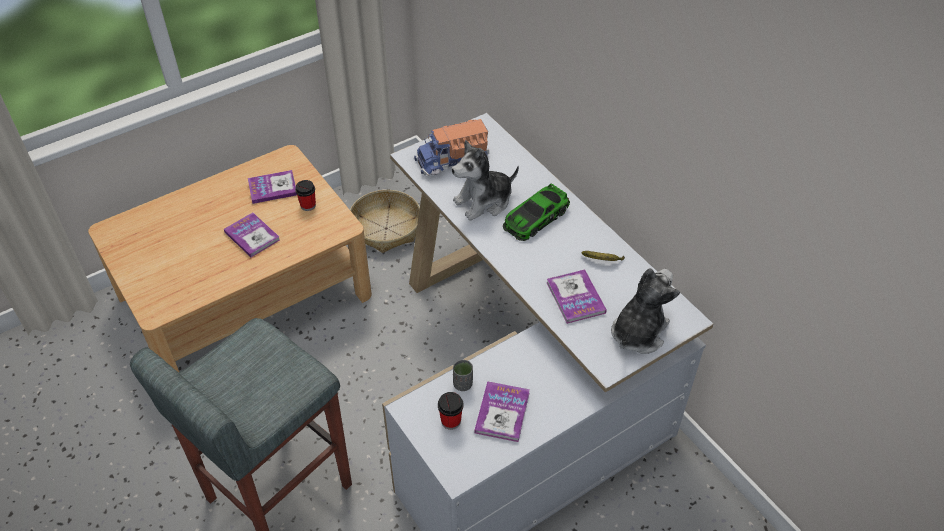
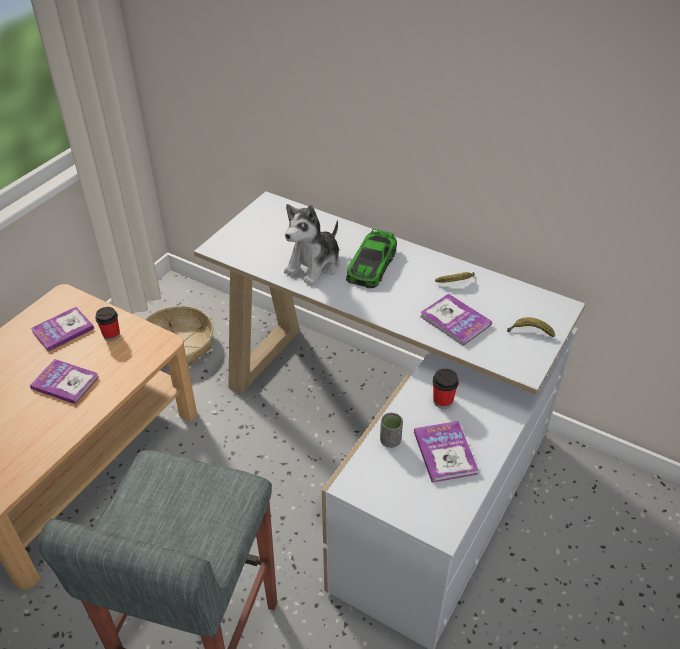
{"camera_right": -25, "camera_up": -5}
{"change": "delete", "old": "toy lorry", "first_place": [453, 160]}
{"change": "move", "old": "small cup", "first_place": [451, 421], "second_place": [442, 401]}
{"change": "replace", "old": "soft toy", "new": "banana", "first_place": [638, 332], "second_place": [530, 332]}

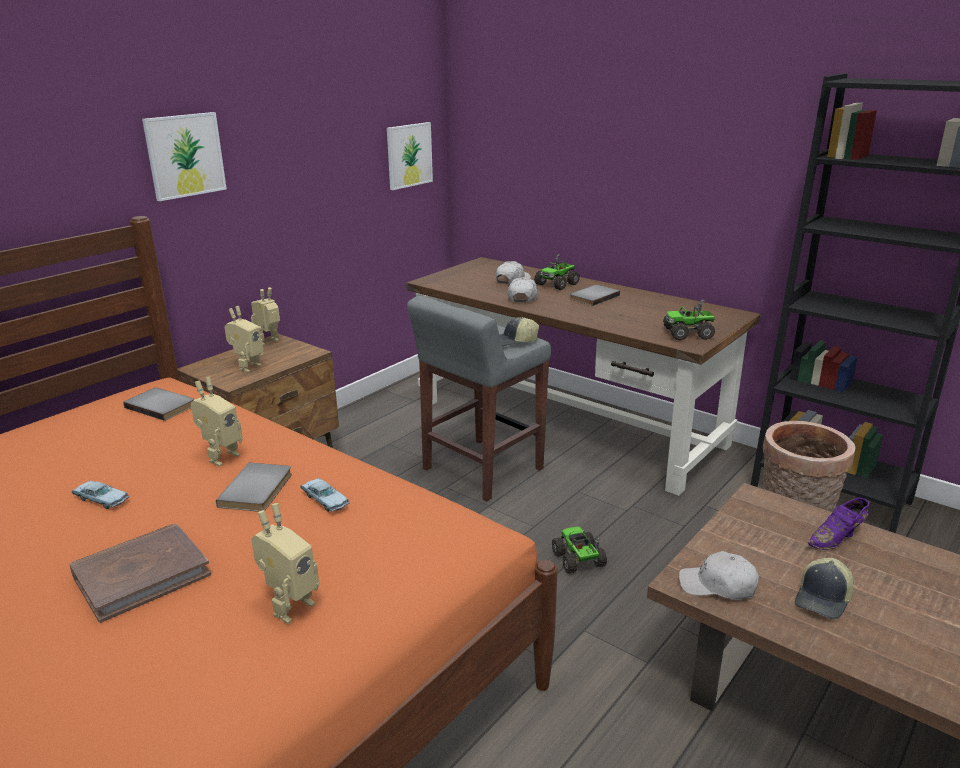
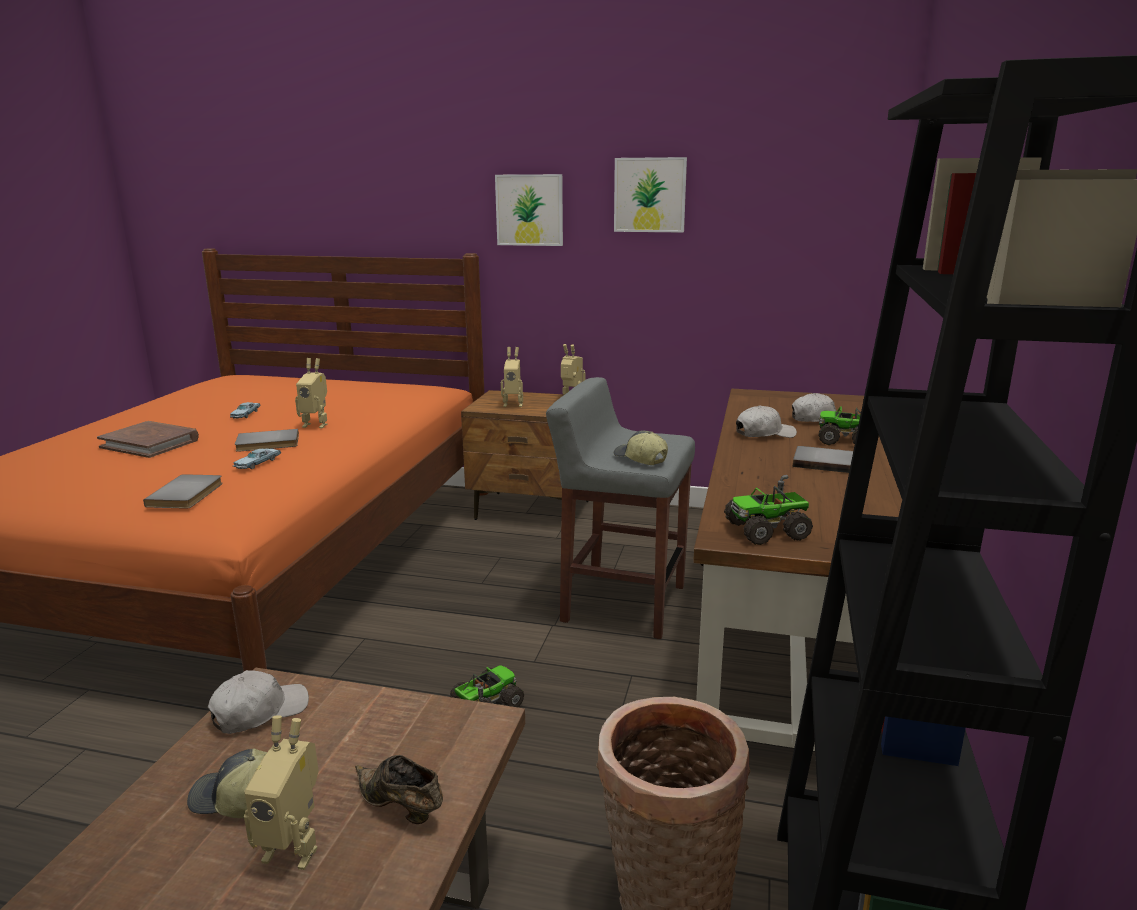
{"camera_right": 65, "camera_up": -5}
{"change": "move", "old": "greyish bound book", "first_place": [162, 406], "second_place": [188, 494]}
{"change": "move", "old": "robot figure", "first_place": [289, 607], "second_place": [294, 848]}
{"change": "move", "old": "wall picture", "first_place": [409, 155], "second_place": [650, 195]}
{"change": "rotate", "old": "toy lorry", "first_place": [688, 334], "second_place": [768, 530], "degrees": -75}
{"change": "rotate", "old": "white cap", "first_place": [718, 586], "second_place": [259, 712], "degrees": 60}
{"change": "recolor", "old": "purple-coloured low shoe", "new": "brownish low shoe", "first_place": [837, 538], "second_place": [400, 807]}

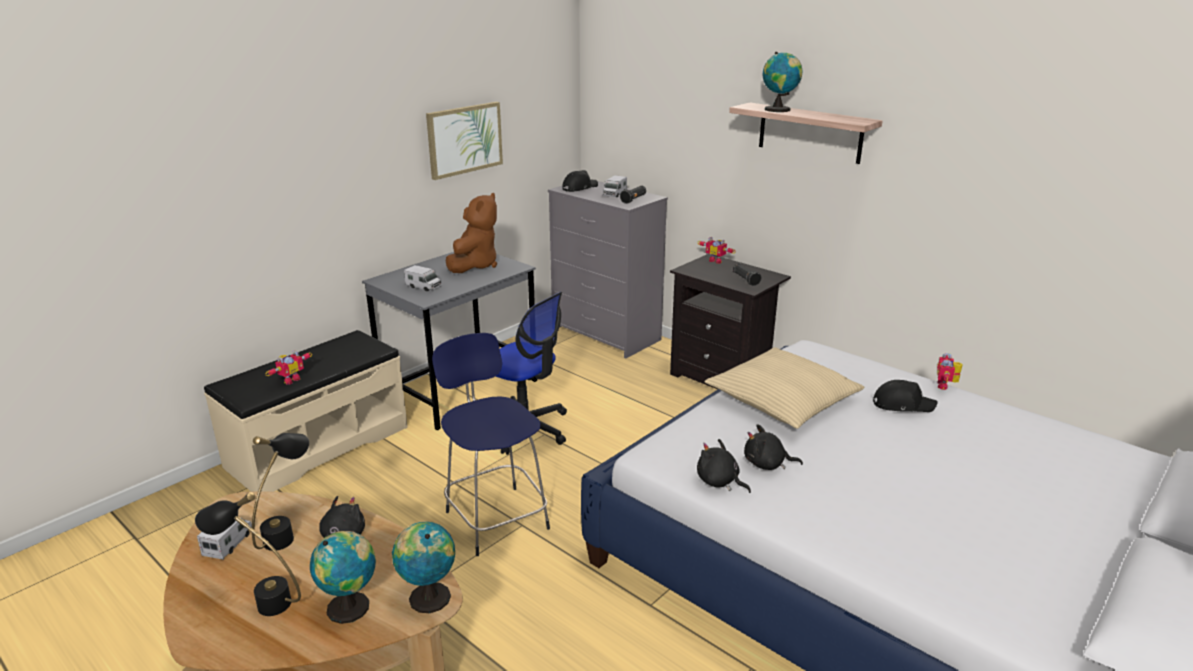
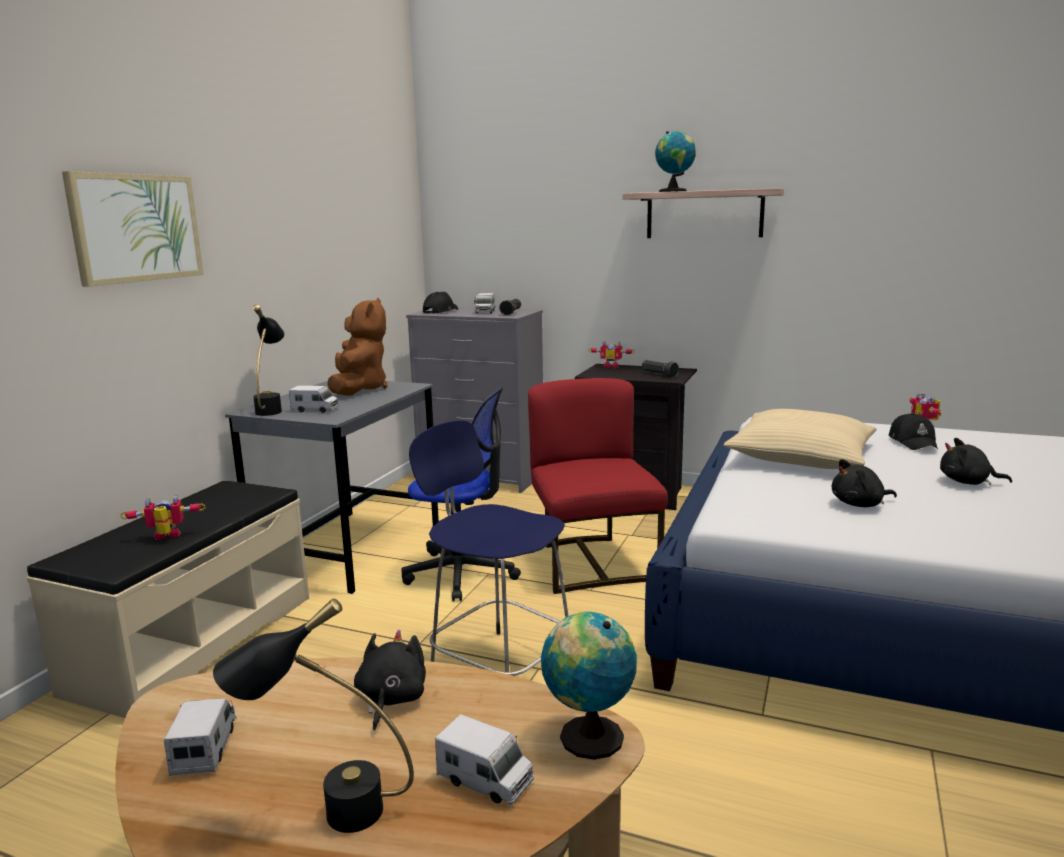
{"camera_right": -20, "camera_up": -10}
{"change": "move", "old": "black-coloured table lamp", "first_place": [287, 532], "second_place": [272, 409]}
{"change": "rotate", "old": "robot figure", "first_place": [290, 379], "second_place": [166, 538], "degrees": -120}
{"change": "replace", "old": "desk globe", "new": "toy lorry", "first_place": [351, 606], "second_place": [485, 780]}
{"change": "move", "old": "wall picture", "first_place": [464, 139], "second_place": [136, 228]}
{"change": "move", "old": "black-coloured soft toy", "first_place": [719, 482], "second_place": [968, 482]}
{"change": "rotate", "old": "black-coloured cap", "first_place": [902, 404], "second_place": [913, 442], "degrees": 105}
{"change": "insert", "new": "reddish plain chair", "second_place": [593, 563]}

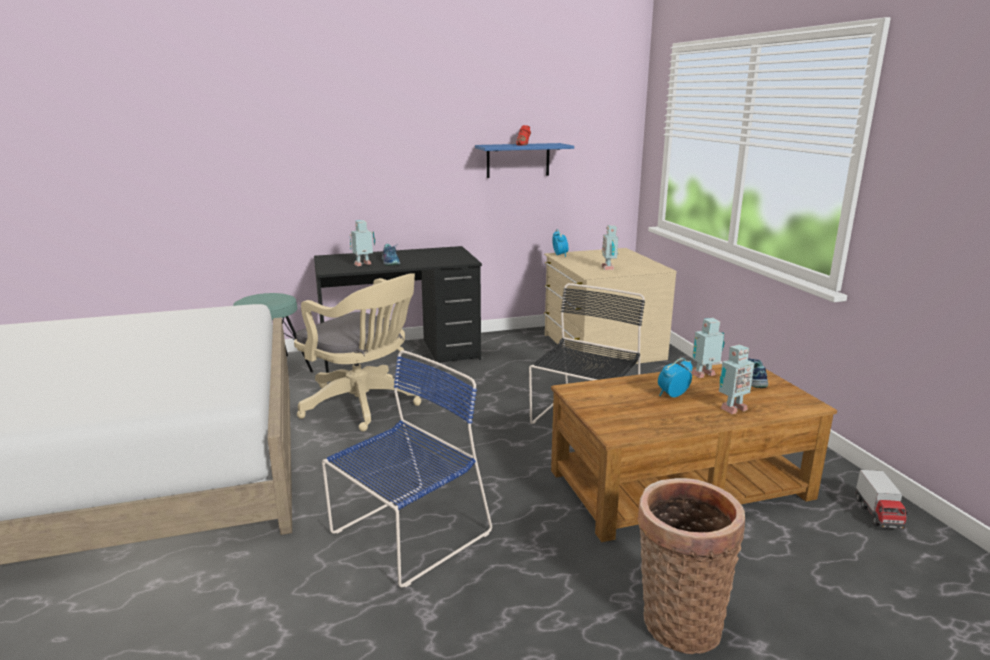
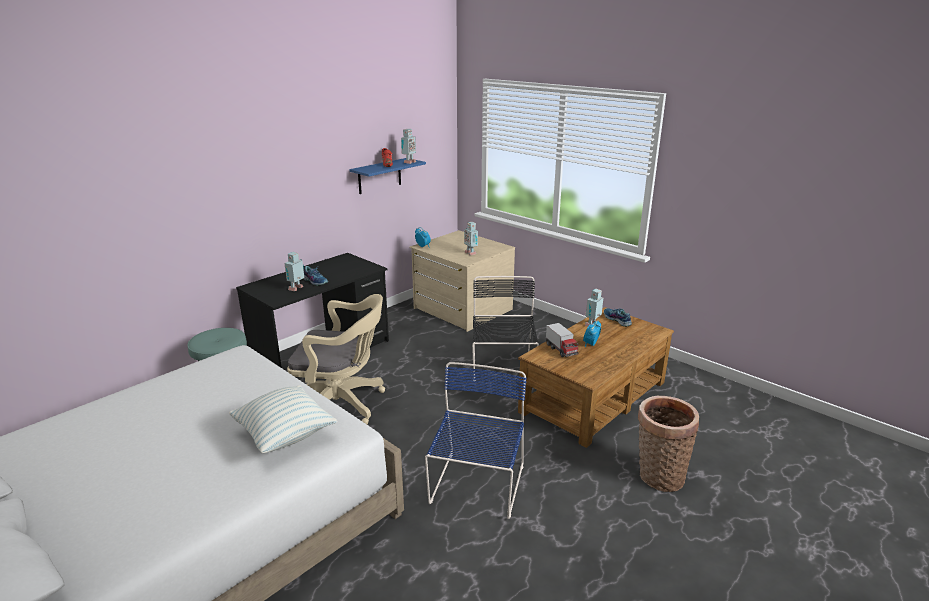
{"camera_right": -30, "camera_up": 5}
{"change": "move", "old": "robot figure", "first_place": [731, 409], "second_place": [408, 162]}
{"change": "move", "old": "toy lorry", "first_place": [878, 514], "second_place": [561, 350]}
{"change": "insert", "new": "pillow", "second_place": [285, 435]}

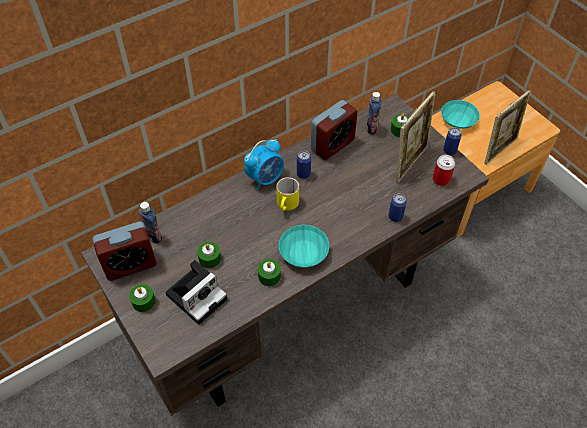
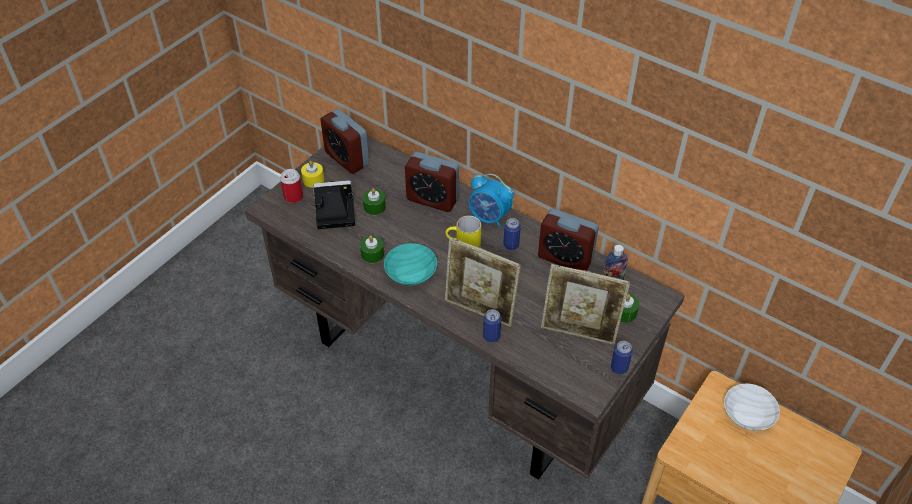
{"camera_right": 70, "camera_up": -5}
{"change": "recolor", "old": "green candle", "new": "yellowish candle", "first_place": [143, 301], "second_place": [313, 180]}
{"change": "delete", "old": "drink bottle", "first_place": [154, 236]}
{"change": "rotate", "old": "photo camera", "first_place": [197, 295], "second_place": [333, 211], "degrees": 150}
{"change": "move", "old": "metal can", "first_place": [441, 179], "second_place": [293, 197]}
{"change": "recolor", "old": "turquoise-coloured serving bowl", "new": "white serving bowl", "first_place": [458, 121], "second_place": [747, 413]}
{"change": "move", "old": "picture frame", "first_place": [499, 149], "second_place": [480, 310]}
{"change": "insert", "new": "alarm clock", "second_place": [432, 199]}

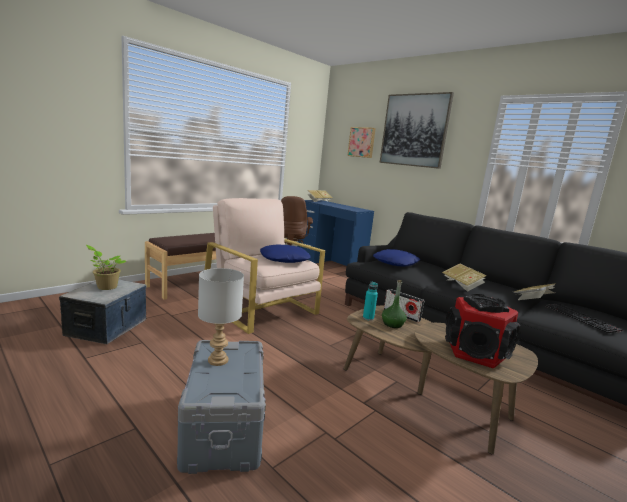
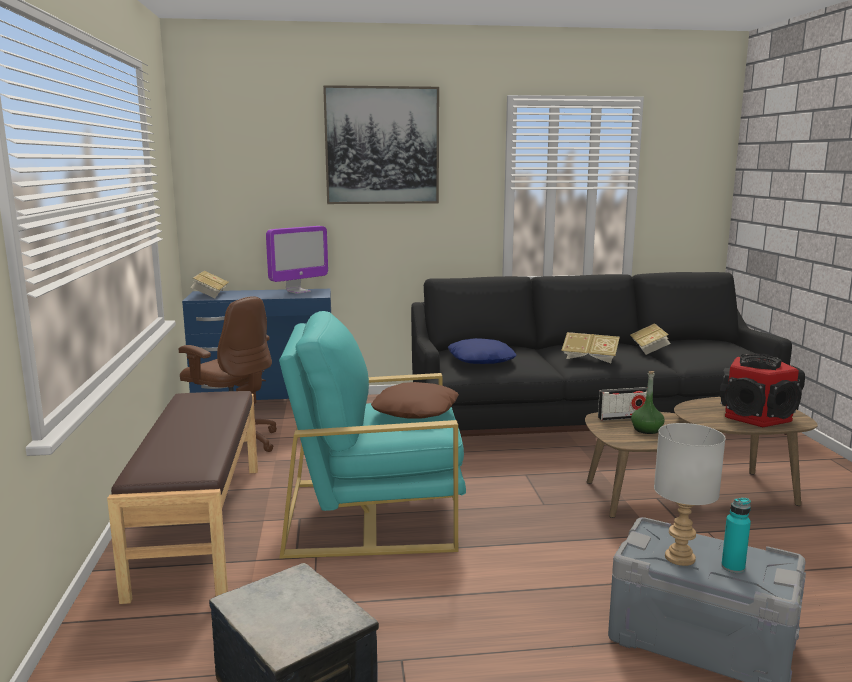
{"camera_right": -50, "camera_up": 0}
{"change": "delete", "old": "potted plant", "first_place": [105, 287]}
{"change": "recolor", "old": "beige-coloured armchair", "new": "turquoise-coloured armchair", "first_place": [260, 307], "second_place": [372, 514]}
{"change": "recolor", "old": "blue-coloured pillow", "new": "brownish pillow", "first_place": [284, 259], "second_place": [414, 410]}
{"change": "delete", "old": "wall picture", "first_place": [362, 142]}
{"change": "move", "old": "turquoise-coloured drink bottle", "first_place": [368, 318], "second_place": [733, 567]}
{"change": "delete", "old": "computer keyboard", "first_place": [582, 318]}
{"change": "insert", "new": "computer screen", "second_place": [298, 291]}

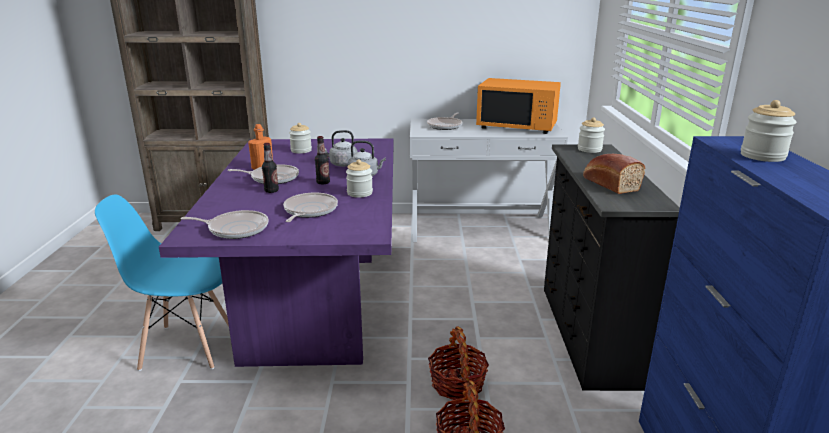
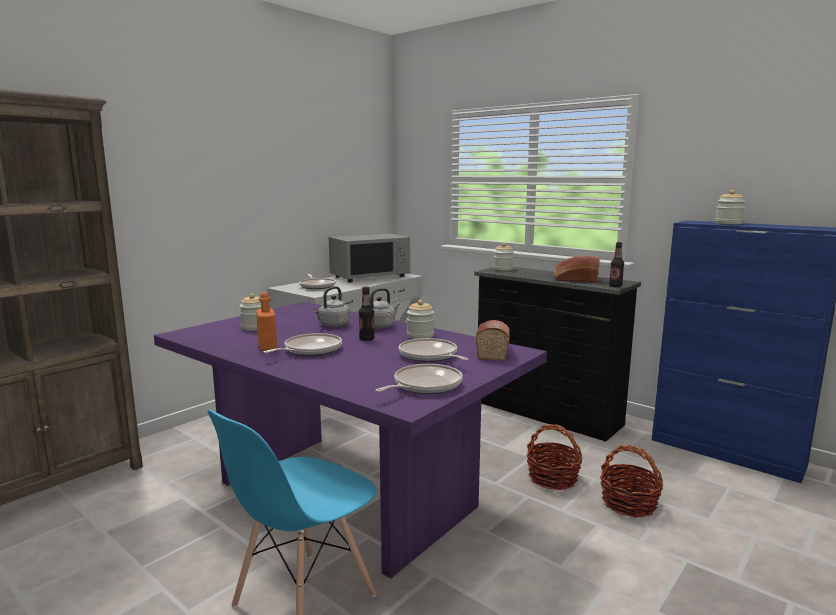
{"camera_right": -50, "camera_up": -10}
{"change": "move", "old": "drink bottle", "first_place": [271, 191], "second_place": [615, 286]}
{"change": "recolor", "old": "orangey kitchen microwave", "new": "greyish kitchen microwave", "first_place": [517, 126], "second_place": [370, 276]}
{"change": "insert", "new": "baked bread", "second_place": [493, 351]}

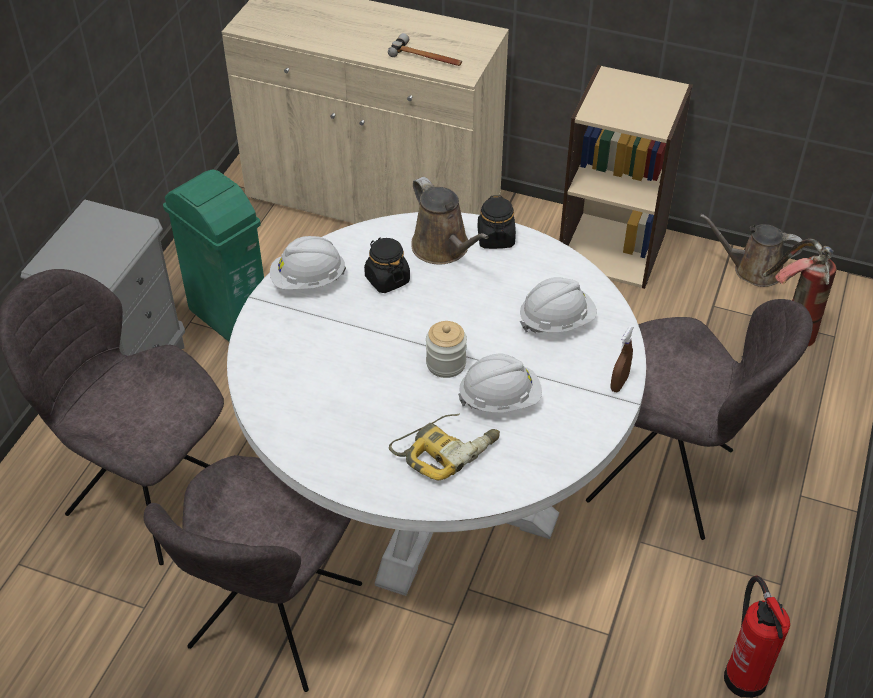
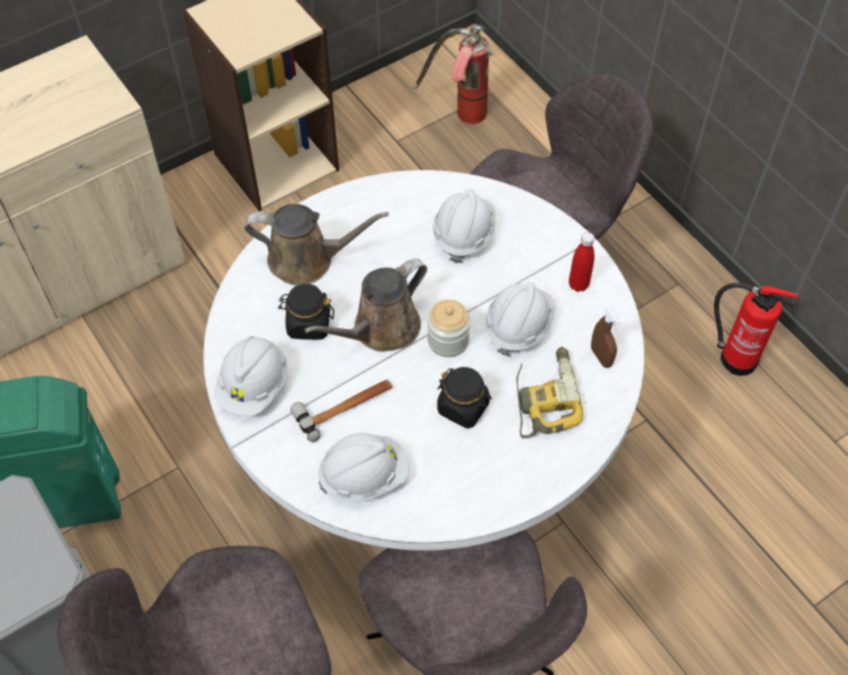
{"camera_right": -55, "camera_up": 10}
{"change": "move", "old": "hand hammer", "first_place": [427, 57], "second_place": [345, 406]}
{"change": "move", "old": "black-coloured storage jar", "first_place": [496, 238], "second_place": [463, 407]}
{"change": "move", "old": "brownish hand sprayer", "first_place": [619, 383], "second_place": [601, 357]}
{"change": "move", "old": "brownish watering can", "first_place": [752, 270], "second_place": [381, 329]}
{"change": "insert", "new": "white work helmet", "second_place": [364, 476]}
{"change": "insert", "new": "reddish drink bottle", "second_place": [578, 285]}

